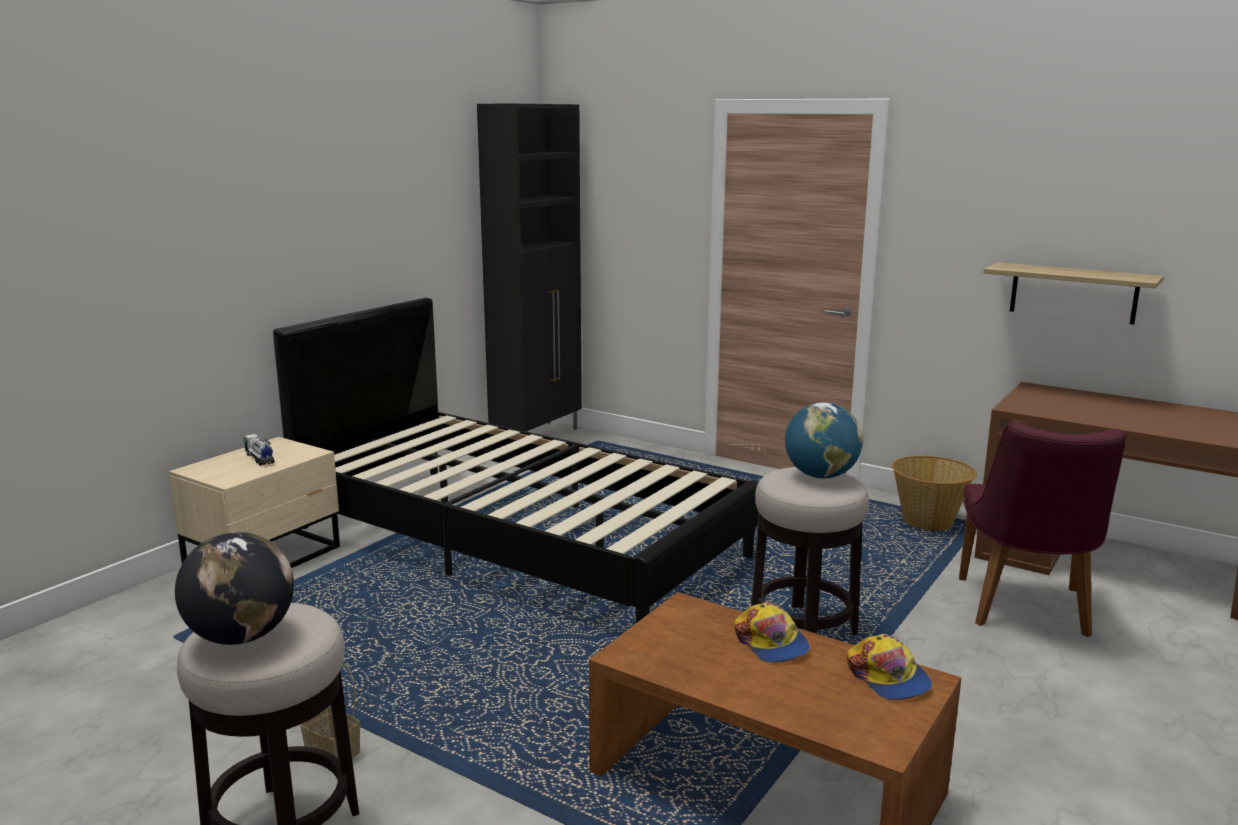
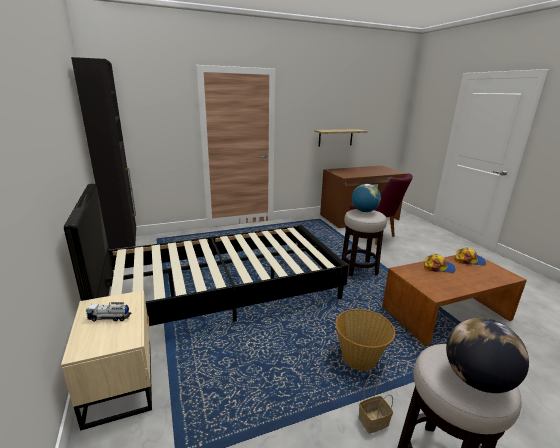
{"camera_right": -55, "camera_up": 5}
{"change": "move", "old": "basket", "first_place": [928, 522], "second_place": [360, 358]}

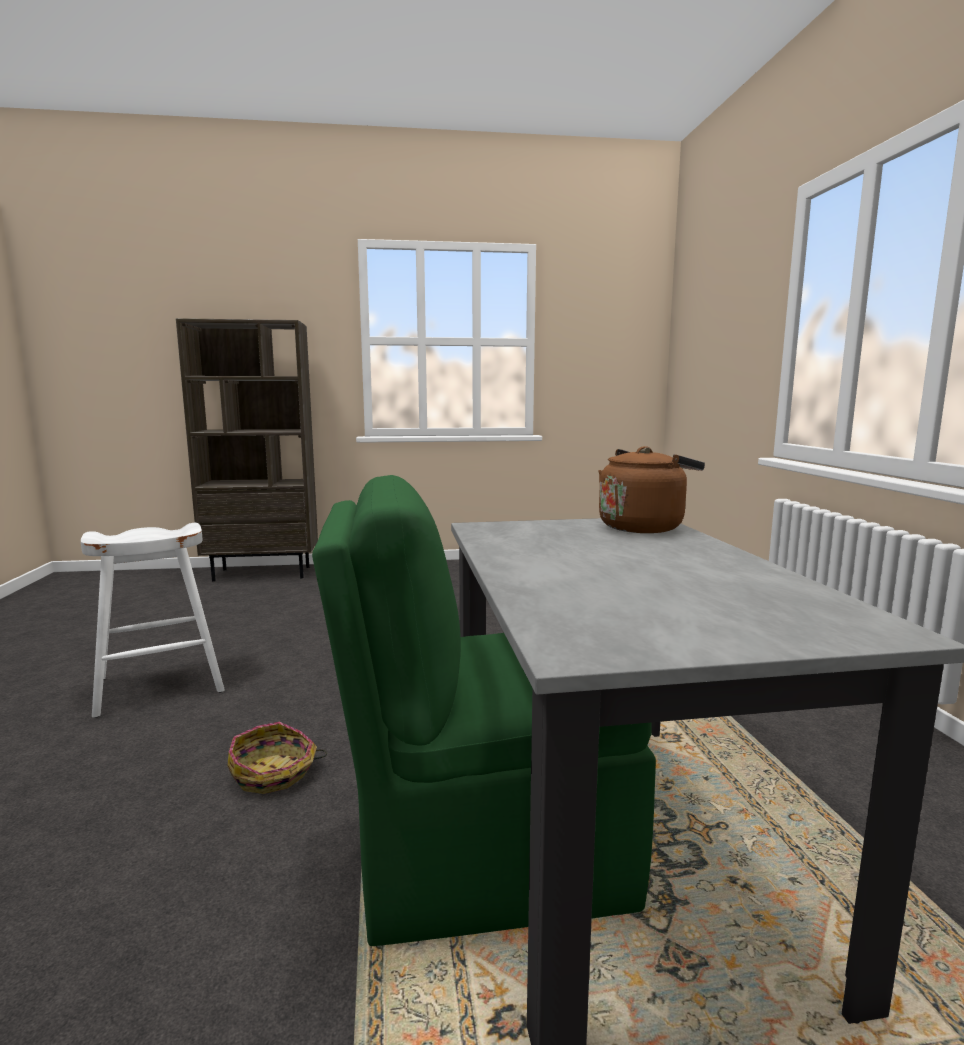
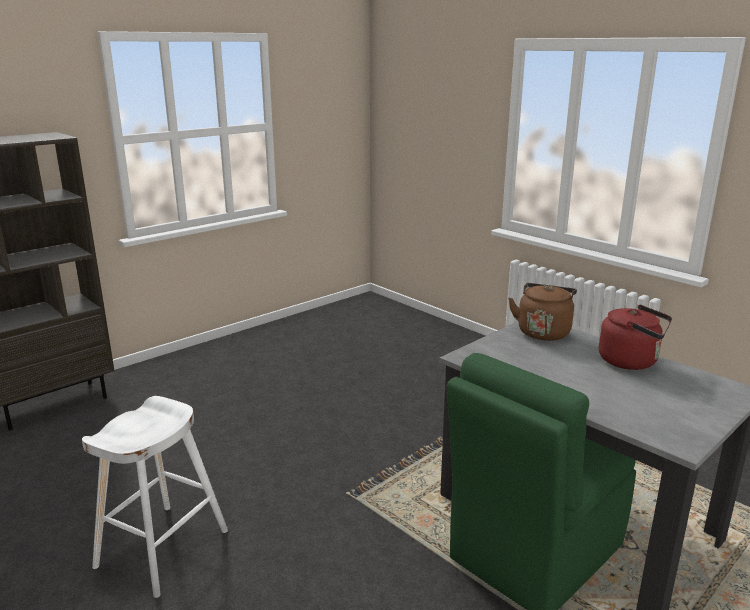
{"camera_right": -35, "camera_up": 10}
{"change": "delete", "old": "basket", "first_place": [274, 773]}
{"change": "insert", "new": "reddish tea kettle", "second_place": [631, 361]}

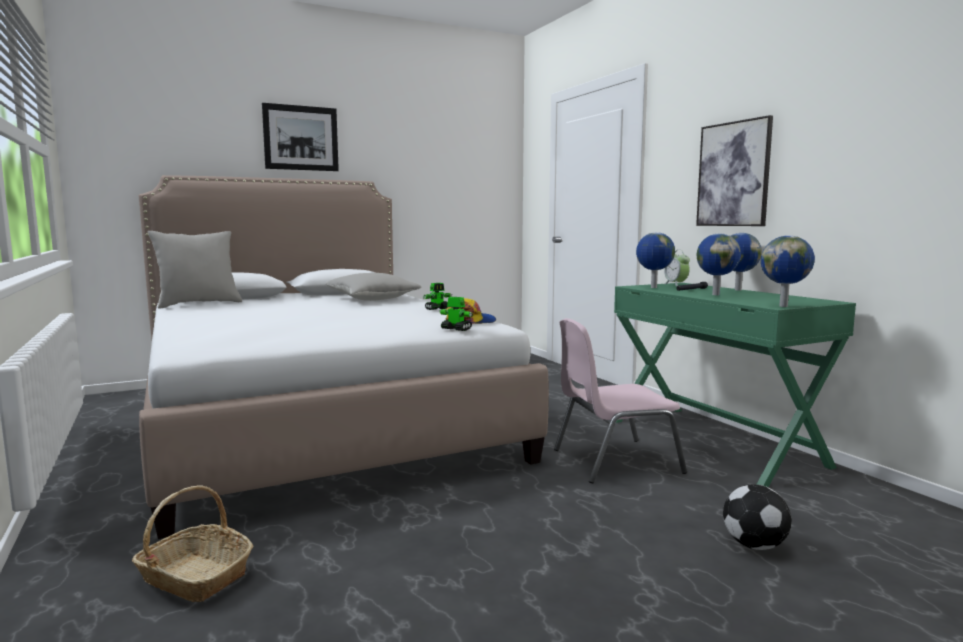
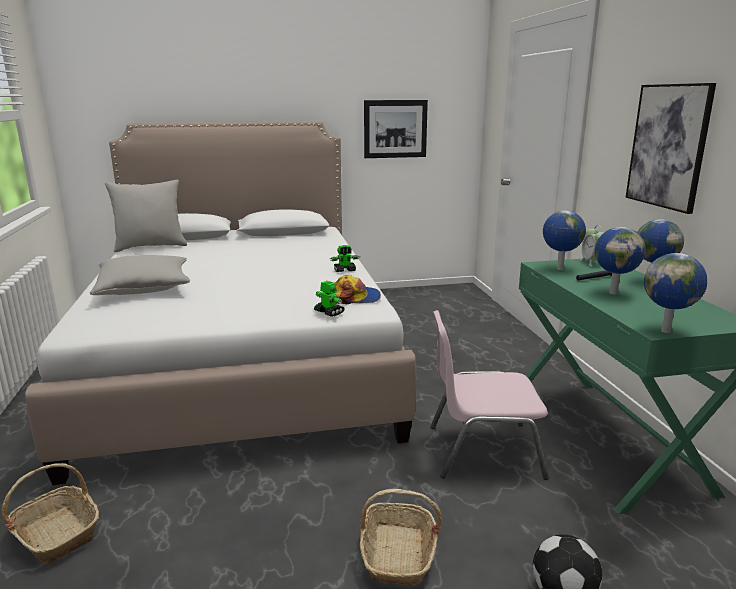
{"camera_right": 15, "camera_up": 10}
{"change": "move", "old": "wall picture", "first_place": [301, 138], "second_place": [395, 129]}
{"change": "move", "old": "greyish pillow", "first_place": [372, 299], "second_place": [144, 288]}
{"change": "insert", "new": "basket", "second_place": [397, 554]}

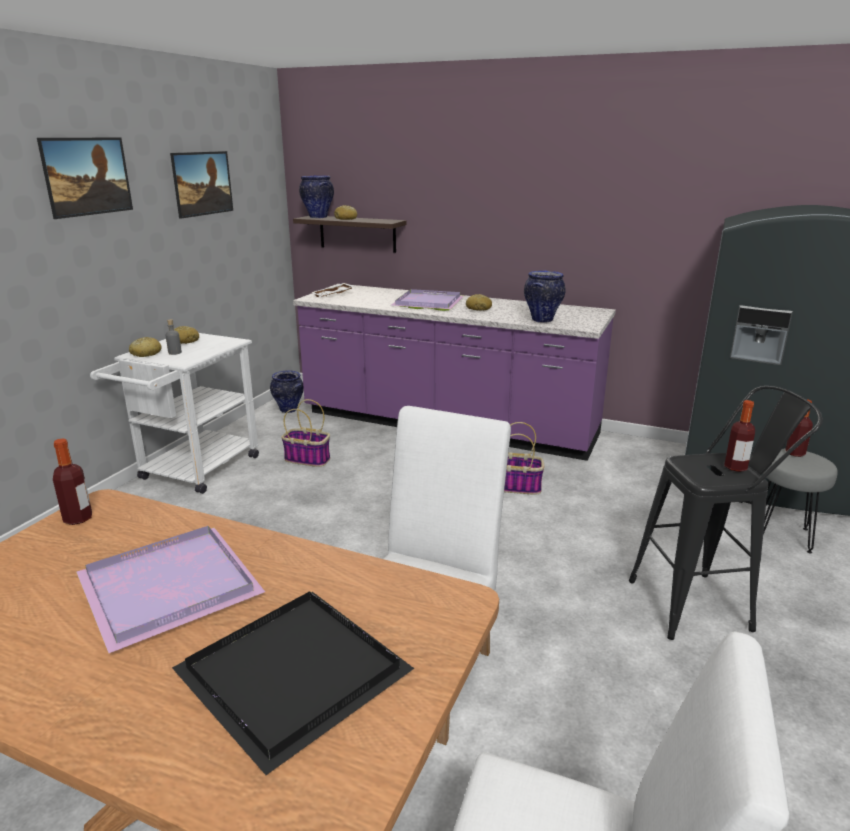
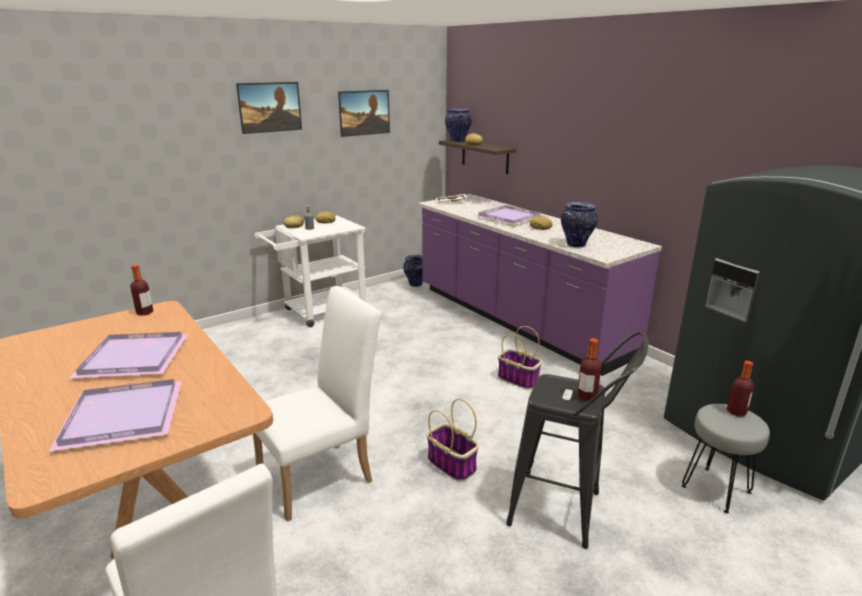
{"camera_right": 30, "camera_up": 0}
{"change": "recolor", "old": "black-coloured serving tray", "new": "purple-coloured serving tray", "first_place": [288, 674], "second_place": [121, 416]}
{"change": "move", "old": "basket", "first_place": [308, 459], "second_place": [452, 465]}

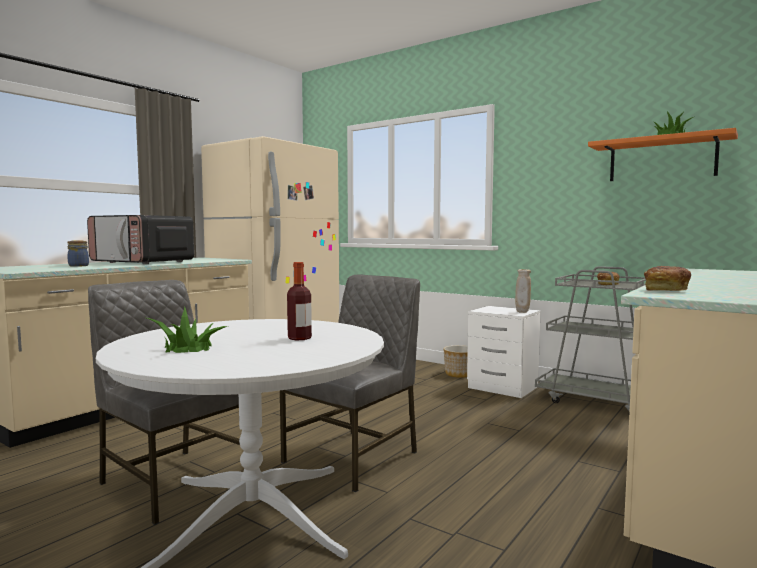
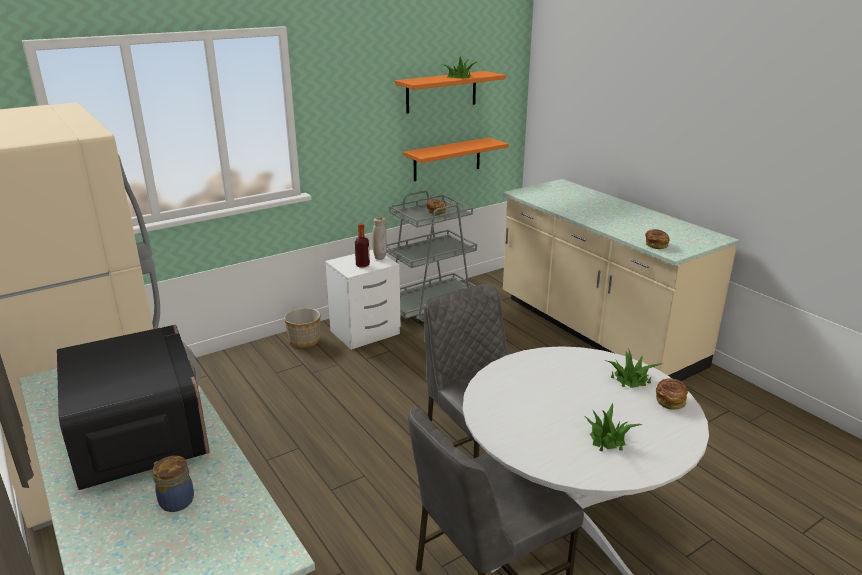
{"camera_right": -70, "camera_up": 20}
{"change": "rotate", "old": "kitchen microwave", "first_place": [143, 262], "second_place": [140, 435], "degrees": -75}
{"change": "move", "old": "drink bottle", "first_place": [299, 338], "second_place": [362, 265]}
{"change": "insert", "new": "orangey shelf", "second_place": [447, 159]}
{"change": "insert", "new": "potted plant", "second_place": [630, 378]}
{"change": "insert", "new": "baked bread", "second_place": [670, 400]}

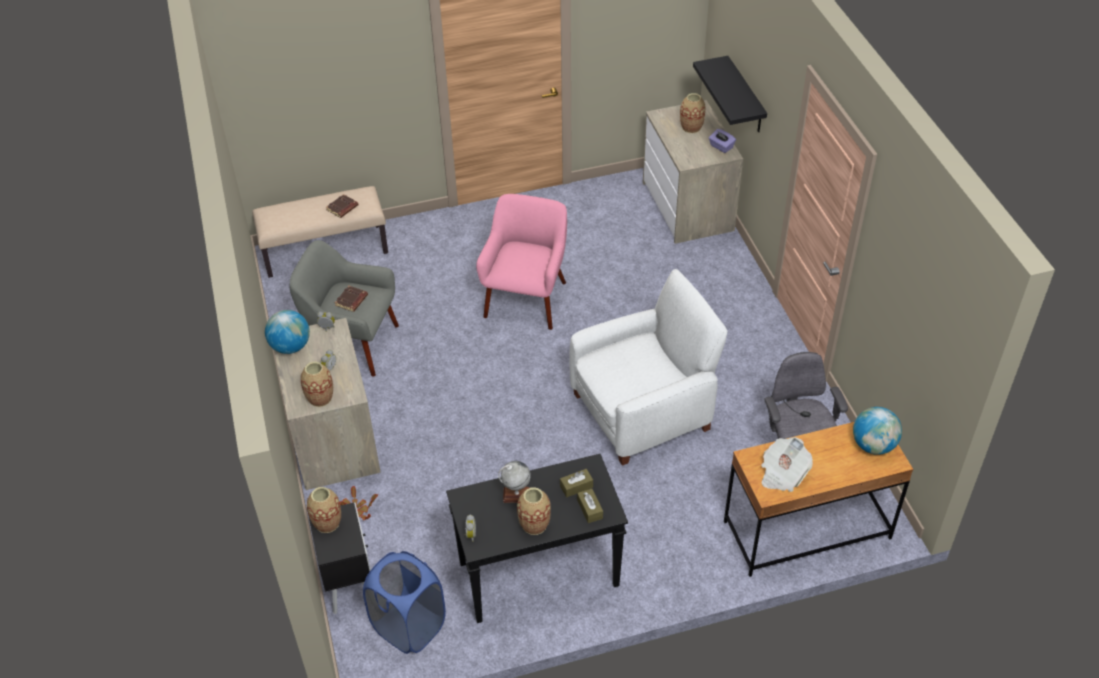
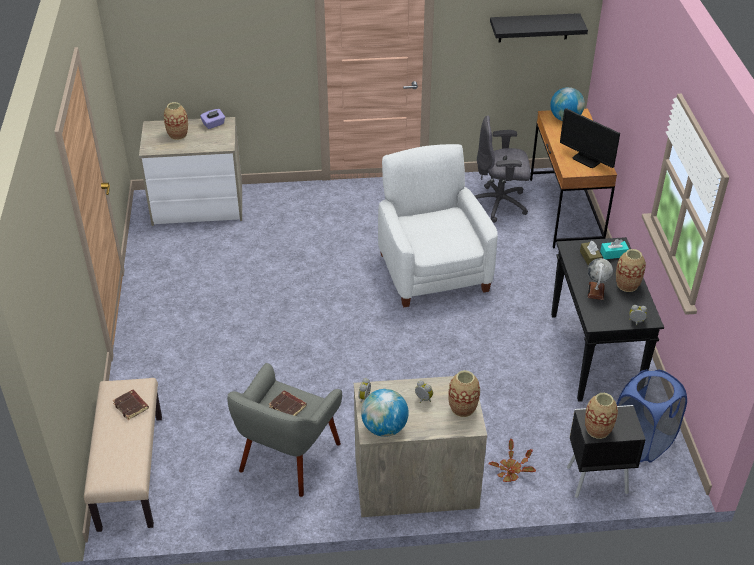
{"camera_right": -80, "camera_up": -5}
{"change": "delete", "old": "pink armchair", "first_place": [527, 298]}
{"change": "recolor", "old": "brownish box of tissues", "new": "turquoise-coloured box of tissues", "first_place": [590, 509], "second_place": [613, 254]}
{"change": "move", "old": "black-coloured shelf", "first_place": [745, 96], "second_place": [533, 27]}
{"change": "replace", "old": "newspaper", "new": "computer screen", "first_place": [782, 473], "second_place": [586, 160]}

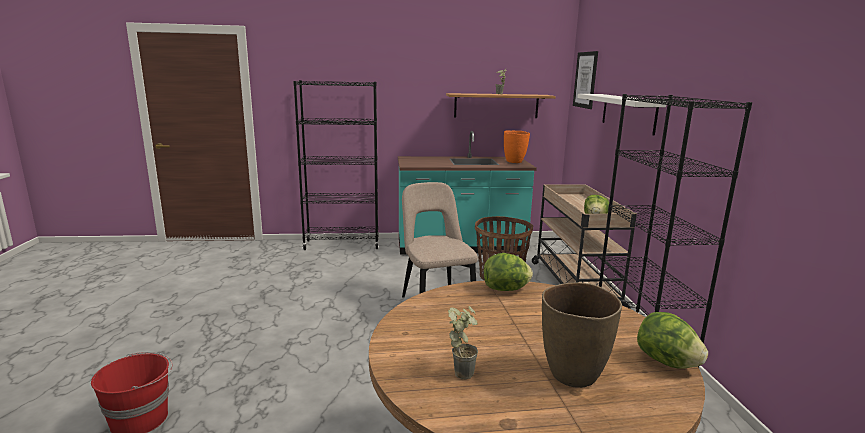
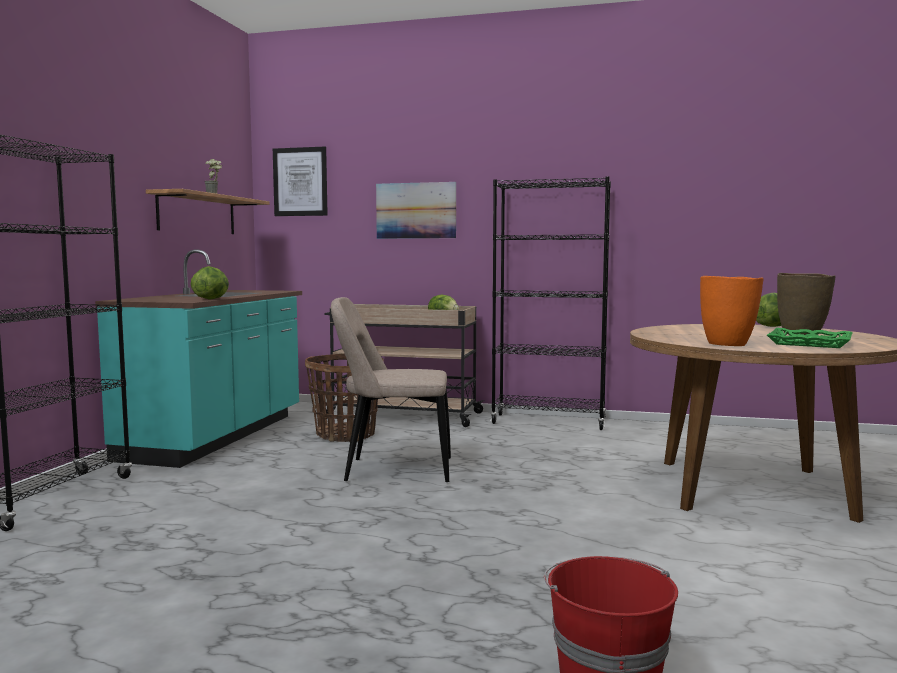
{"camera_right": -70, "camera_up": -10}
{"change": "replace", "old": "potted plant", "new": "green serving tray", "first_place": [462, 370], "second_place": [809, 343]}
{"change": "move", "old": "lettuce head", "first_place": [506, 289], "second_place": [211, 299]}
{"change": "move", "old": "orangey decorative vase", "first_place": [514, 161], "second_place": [727, 344]}
{"change": "replace", "old": "white shelf", "new": "wall picture", "first_place": [628, 113], "second_place": [416, 210]}

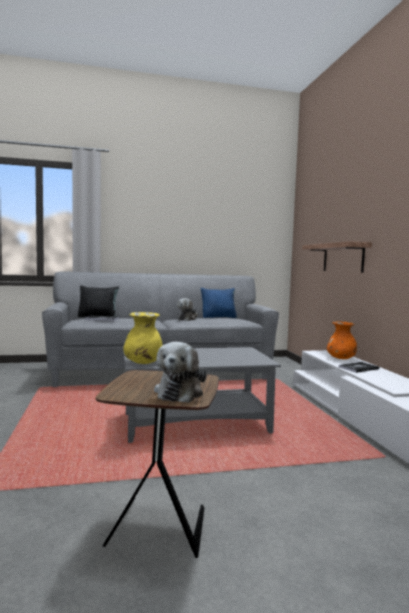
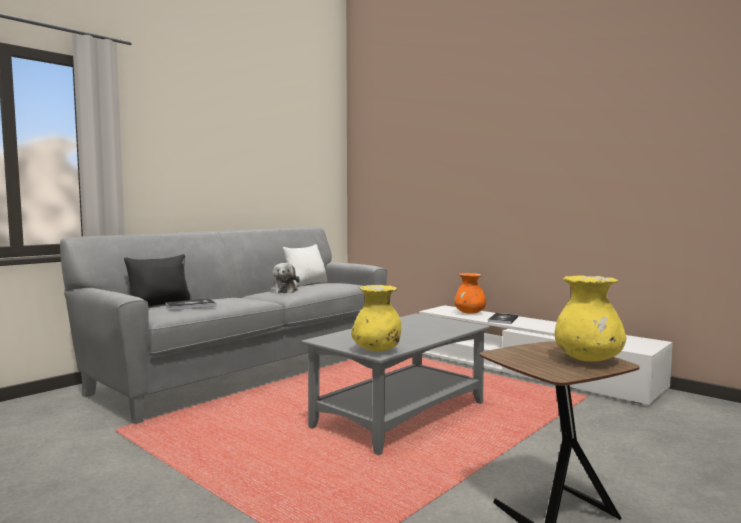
{"camera_right": -35, "camera_up": 0}
{"change": "replace", "old": "soft toy", "new": "yellowish decorative vase", "first_place": [180, 392], "second_place": [588, 360]}
{"change": "recolor", "old": "blue-coloured pillow", "new": "white pillow", "first_place": [219, 317], "second_place": [306, 284]}
{"change": "delete", "old": "shelf", "first_place": [343, 258]}

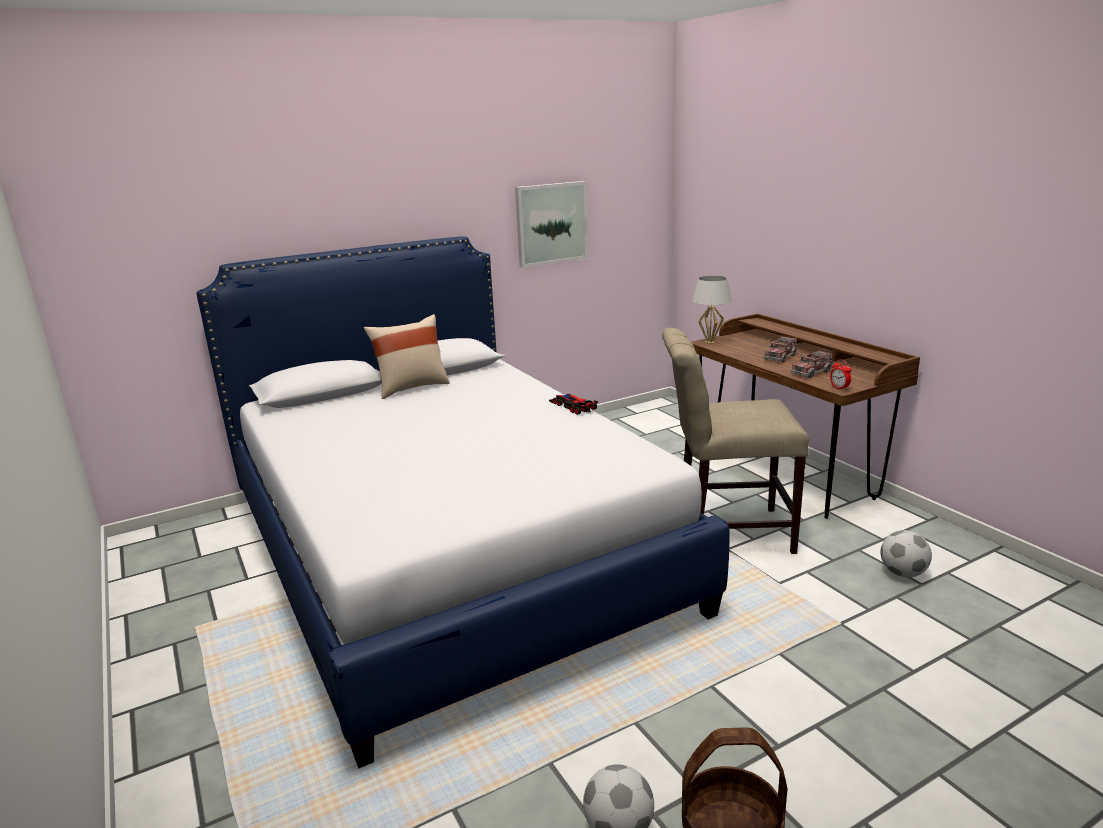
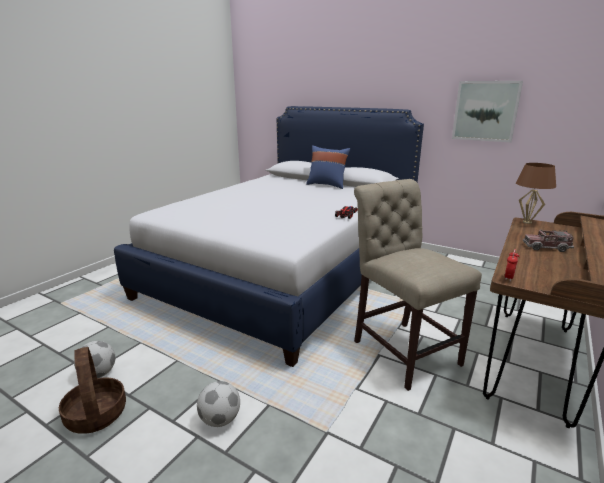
{"camera_right": 60, "camera_up": 0}
{"change": "recolor", "old": "beige-coloured pillow", "new": "blue-coloured pillow", "first_place": [411, 387], "second_place": [327, 185]}
{"change": "recolor", "old": "white table lamp", "new": "brownish table lamp", "first_place": [709, 342], "second_place": [527, 222]}
{"change": "delete", "old": "toy lorry", "first_place": [811, 372]}
{"change": "move", "old": "ball for football", "first_place": [902, 573], "second_place": [220, 419]}

